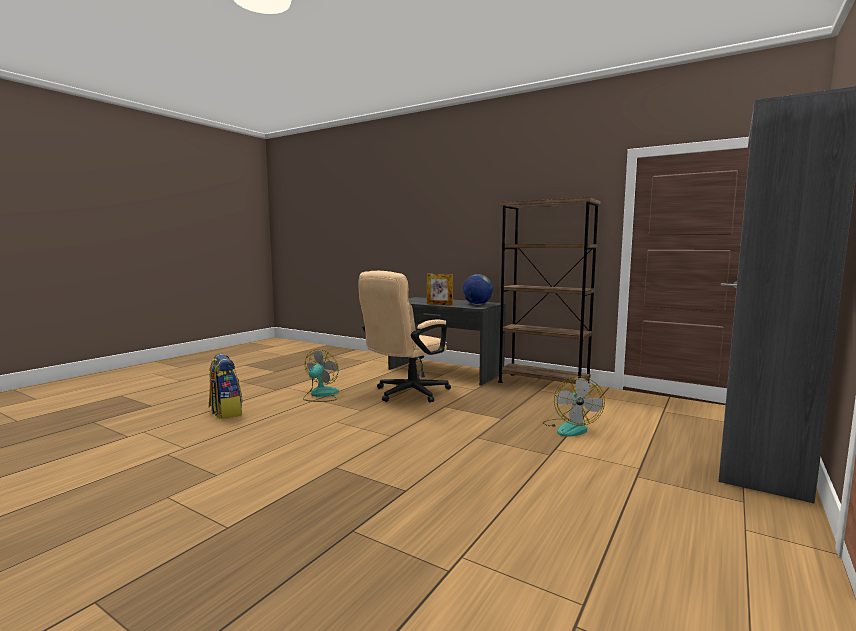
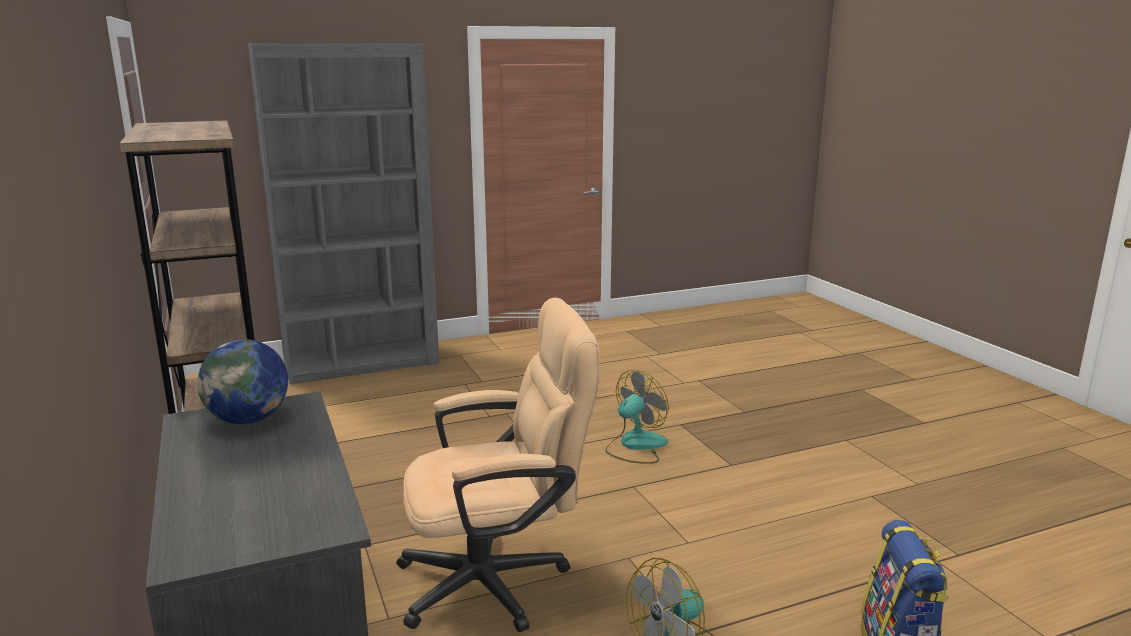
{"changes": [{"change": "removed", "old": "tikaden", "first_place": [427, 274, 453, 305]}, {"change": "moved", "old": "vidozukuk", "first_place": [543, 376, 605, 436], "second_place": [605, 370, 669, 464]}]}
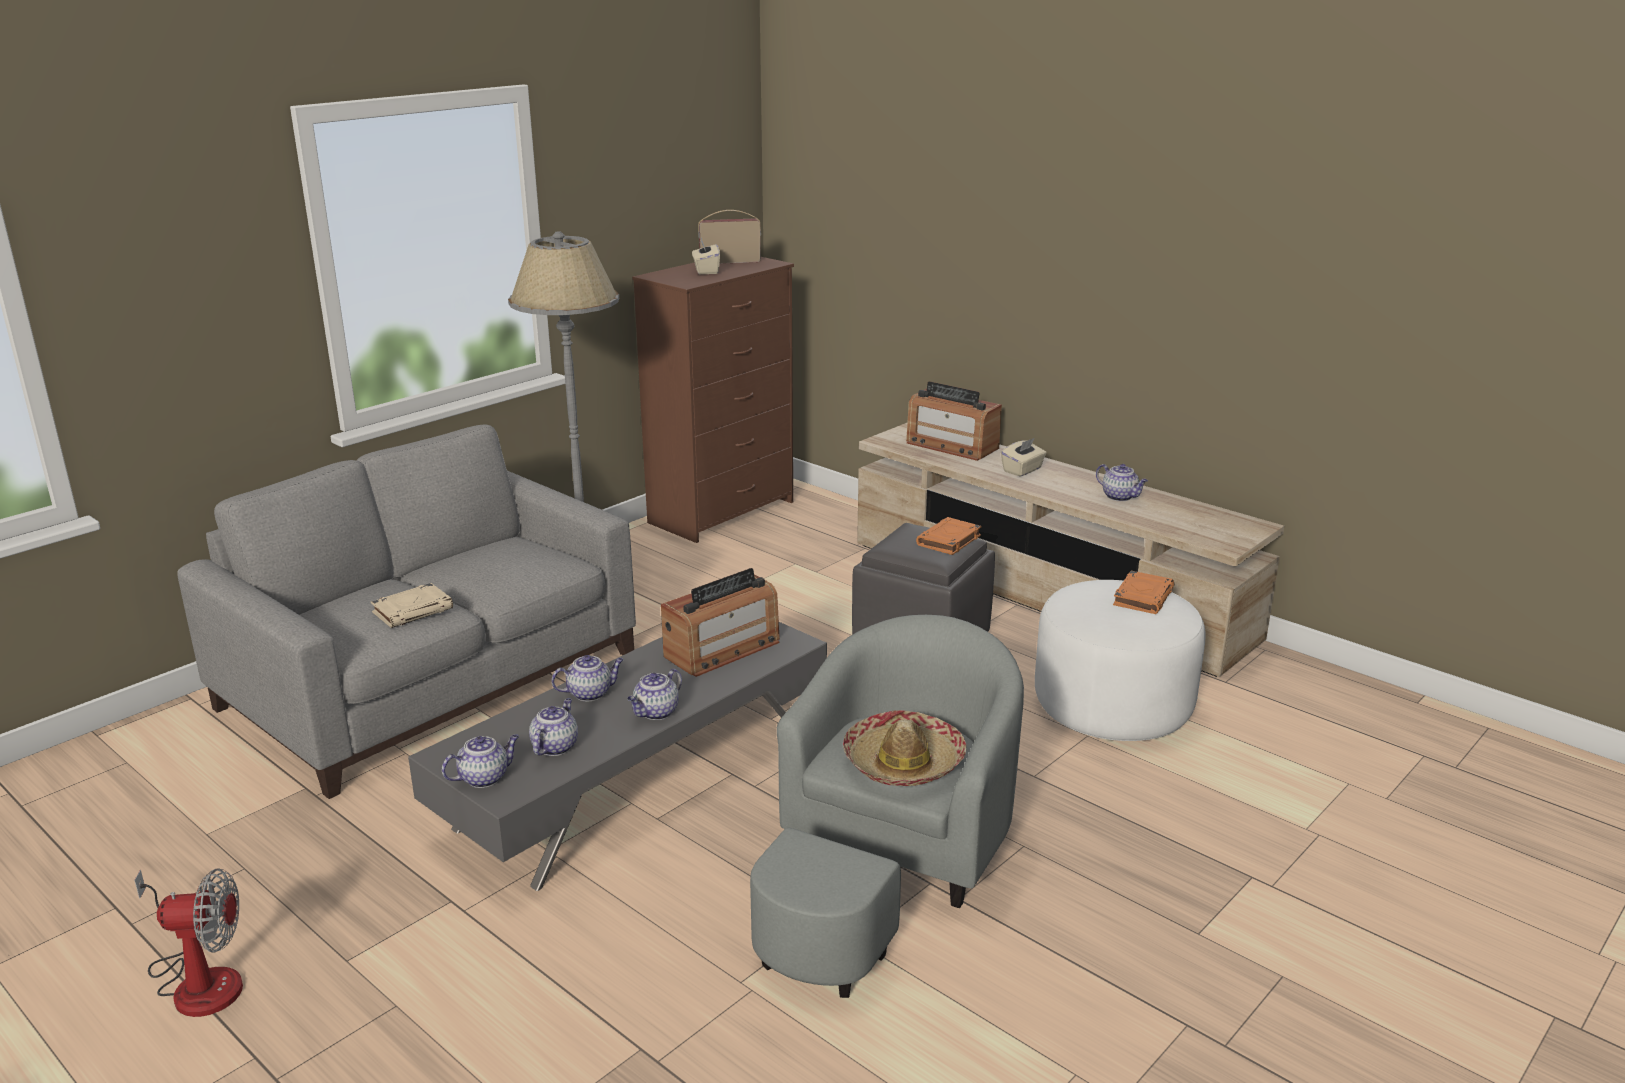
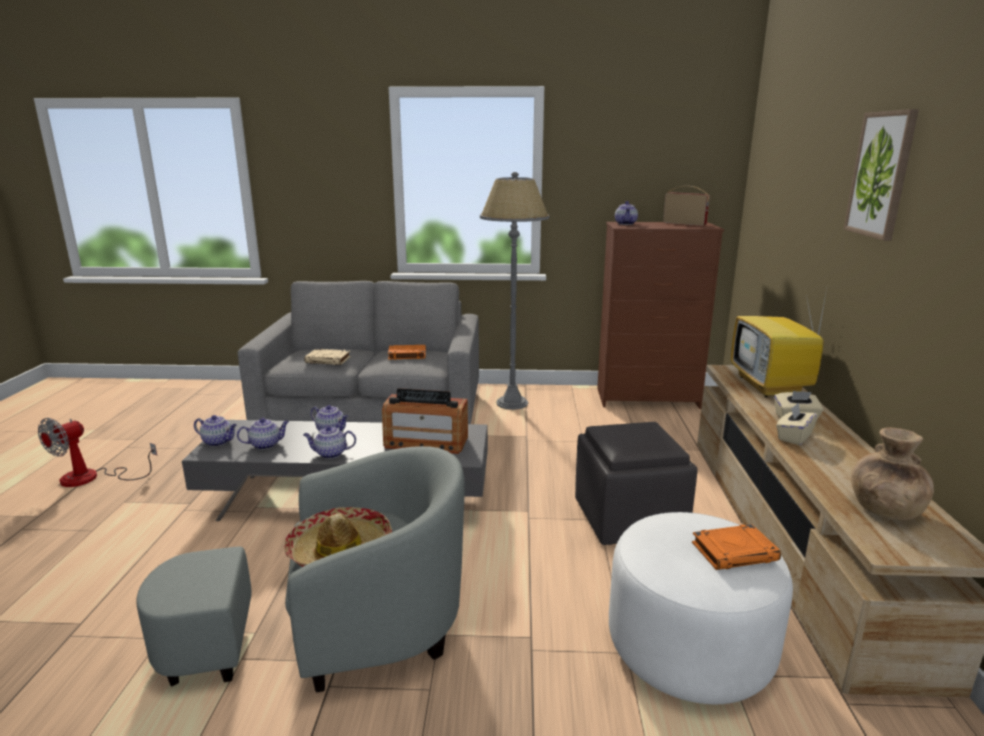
{"changes": [{"change": "added", "new": "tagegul", "second_place": [843, 109, 919, 241]}, {"change": "added", "new": "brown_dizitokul", "second_place": [851, 428, 934, 520]}, {"change": "moved", "old": "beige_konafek", "first_place": [692, 238, 720, 274], "second_place": [776, 403, 818, 445]}, {"change": "moved", "old": "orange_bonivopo", "first_place": [916, 517, 982, 555], "second_place": [388, 344, 426, 360]}, {"change": "moved", "old": "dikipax", "first_place": [1096, 464, 1148, 501], "second_place": [615, 201, 638, 225]}, {"change": "replaced", "old": "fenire", "new": "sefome", "first_place": [906, 381, 1002, 461], "second_place": [731, 289, 827, 397]}, {"change": "turned", "old": "vidozukuk", "first_place": [134, 868, 243, 1017], "second_place": [38, 418, 157, 487], "degrees": 75}]}
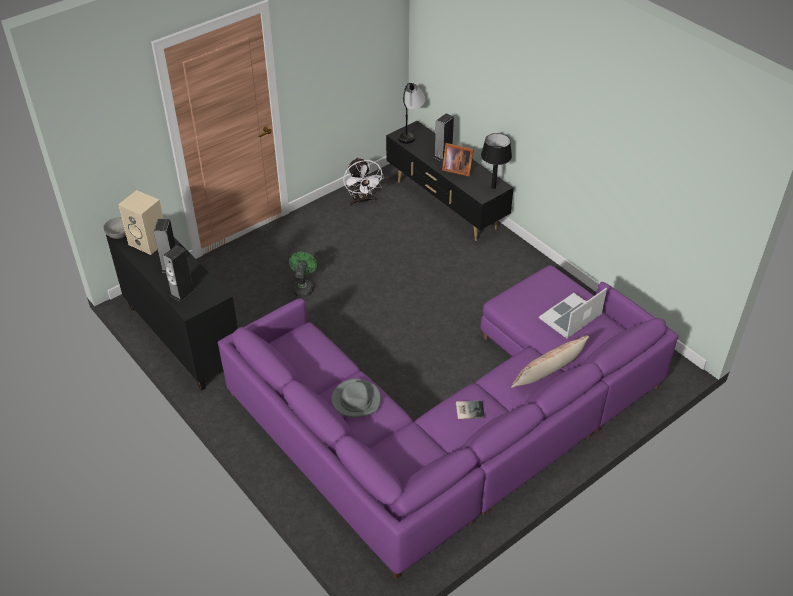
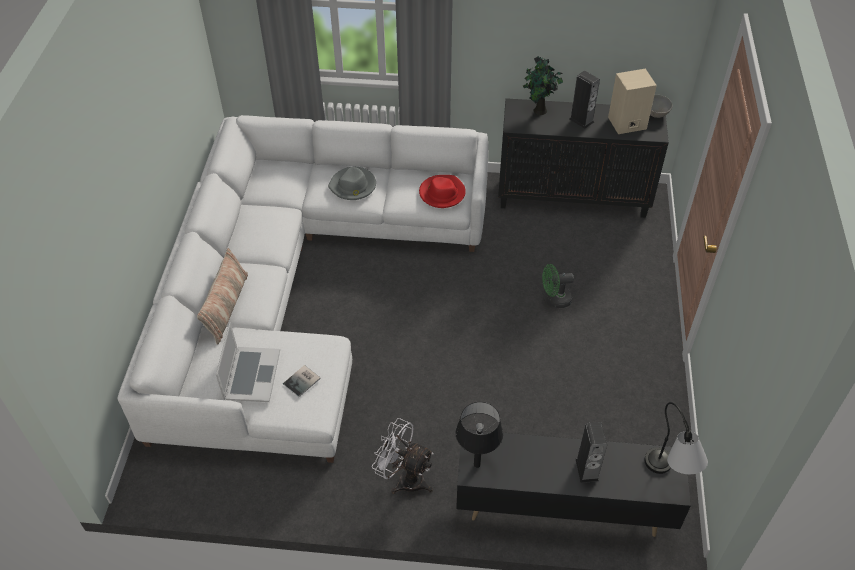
{"changes": [{"change": "removed", "old": "tikaden", "first_place": [442, 143, 474, 176]}, {"change": "added", "new": "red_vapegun", "second_place": [419, 175, 466, 208]}, {"change": "moved", "old": "white_vidozukuk", "first_place": [343, 157, 384, 206], "second_place": [372, 418, 434, 494]}, {"change": "moved", "old": "bonivopo", "first_place": [456, 401, 485, 419], "second_place": [283, 365, 321, 397]}, {"change": "replaced", "old": "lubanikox", "new": "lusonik", "first_place": [163, 245, 195, 302], "second_place": [523, 56, 563, 115]}, {"change": "recoloured", "old": "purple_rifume", "new": "white_rifume", "first_place": [218, 265, 679, 579], "second_place": [118, 115, 488, 463]}, {"change": "turned", "old": "green_vidozukuk", "first_place": [289, 252, 317, 297], "second_place": [542, 264, 574, 308], "degrees": 120}]}
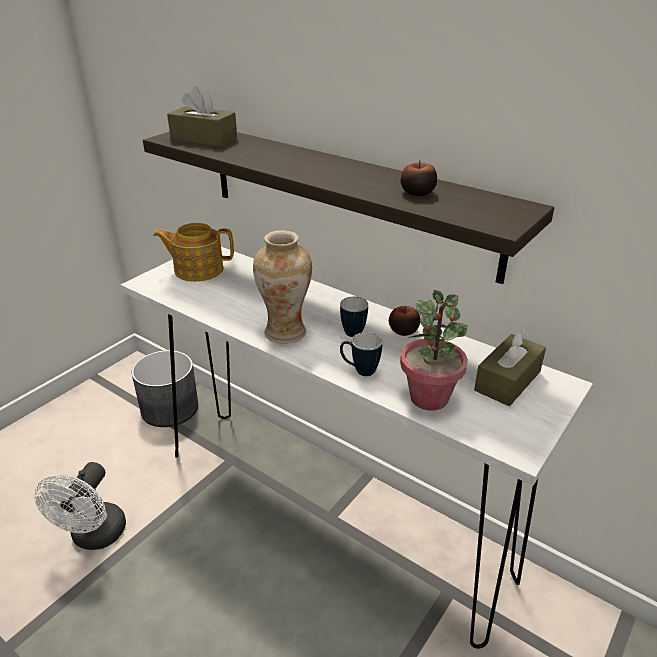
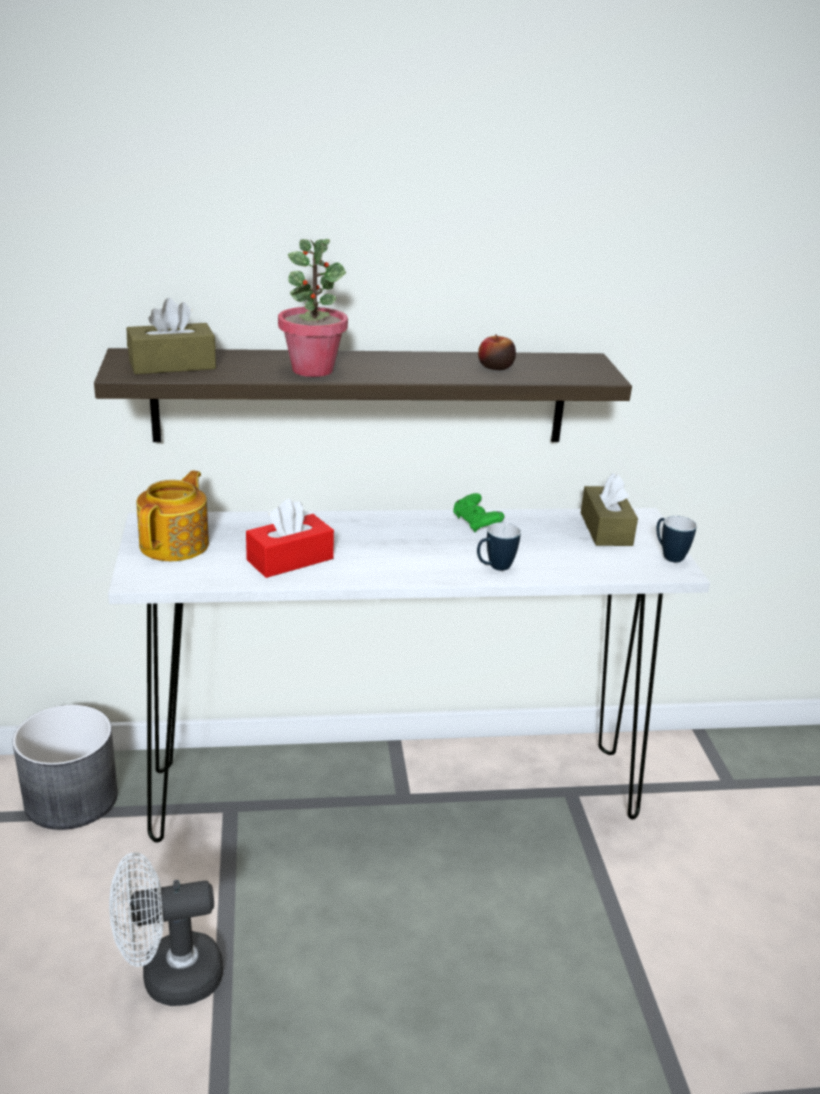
{"changes": [{"change": "removed", "old": "dizitokul", "first_place": [253, 231, 312, 344]}, {"change": "added", "new": "red_konafek", "second_place": [246, 499, 334, 578]}, {"change": "moved", "old": "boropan", "first_place": [340, 297, 368, 337], "second_place": [657, 516, 697, 562]}, {"change": "moved", "old": "lusonik", "first_place": [400, 290, 468, 411], "second_place": [278, 239, 348, 377]}, {"change": "replaced", "old": "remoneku", "new": "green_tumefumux", "first_place": [389, 306, 420, 336], "second_place": [453, 493, 505, 532]}, {"change": "turned", "old": "white_vidozukuk", "first_place": [35, 462, 126, 550], "second_place": [109, 852, 223, 1006], "degrees": 105}, {"change": "turned", "old": "dikipax", "first_place": [153, 223, 234, 282], "second_place": [136, 470, 209, 561], "degrees": 150}]}
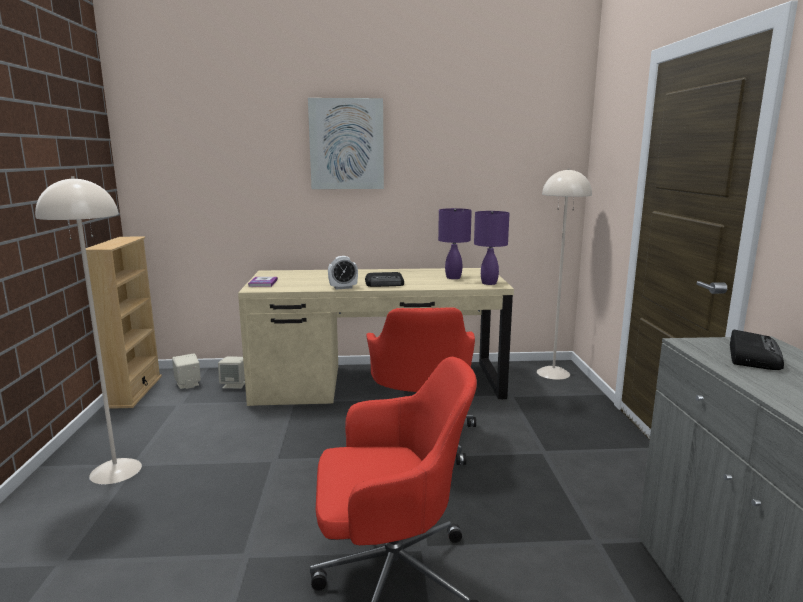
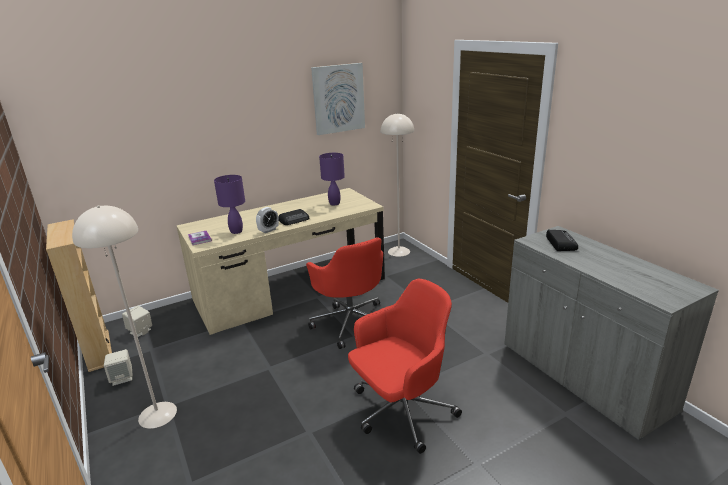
{"changes": [{"change": "moved", "old": "beige_lubanikox", "first_place": [218, 357, 245, 389], "second_place": [104, 349, 132, 386]}, {"change": "moved", "old": "tagegul", "first_place": [308, 98, 384, 189], "second_place": [311, 63, 365, 135]}, {"change": "moved", "old": "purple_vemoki", "first_place": [474, 211, 510, 285], "second_place": [214, 175, 245, 234]}]}
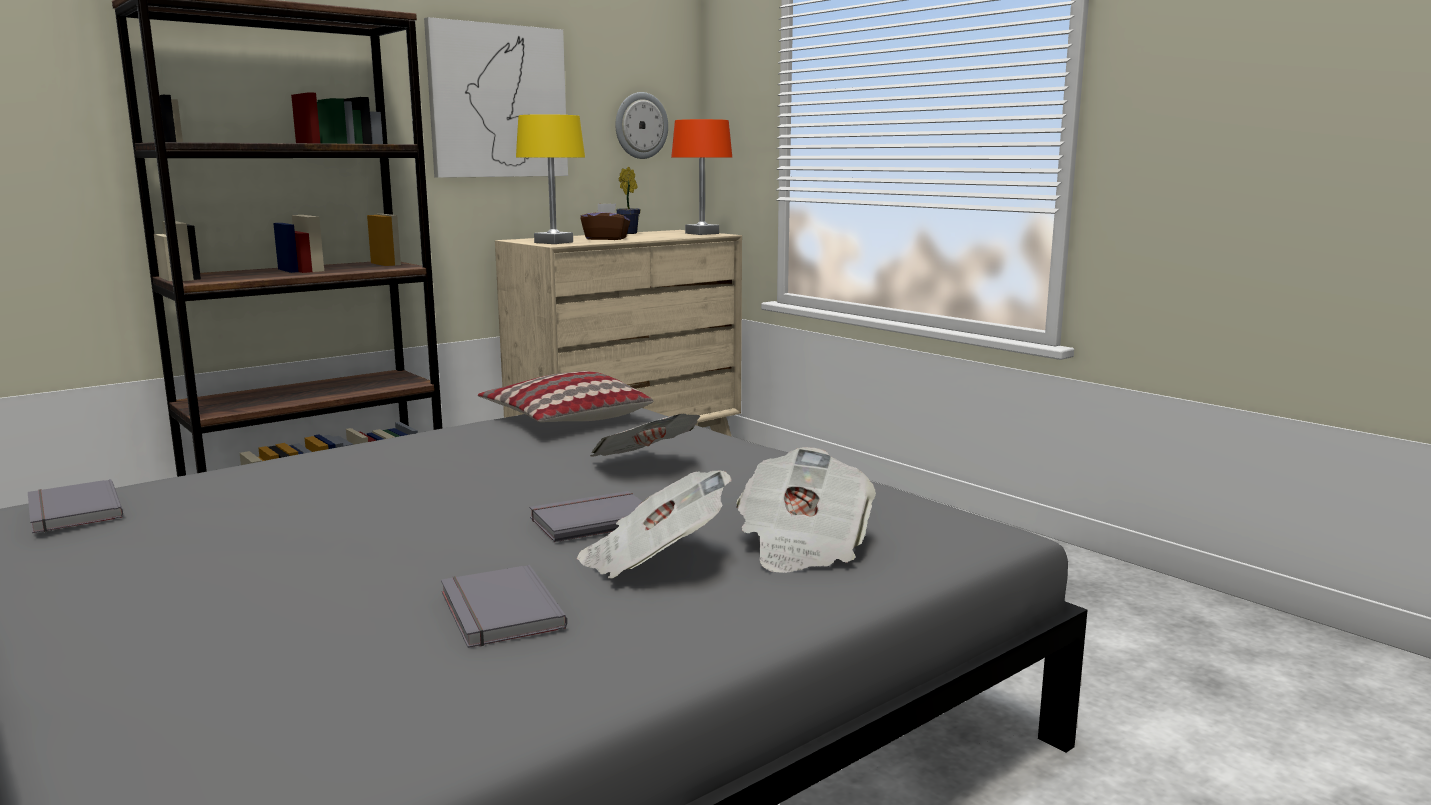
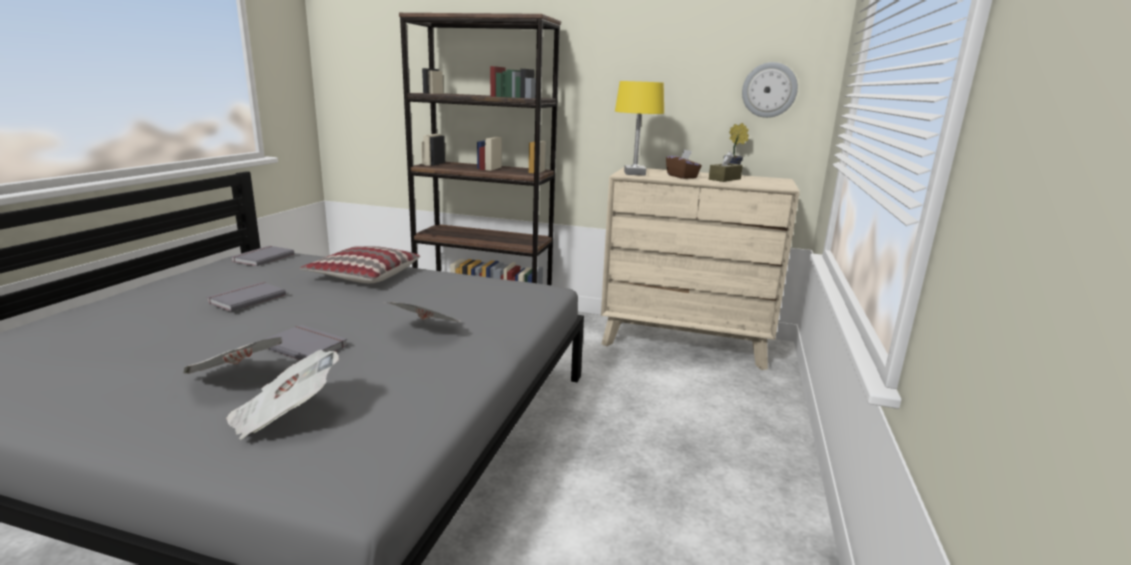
{"changes": [{"change": "removed", "old": "tagegul", "first_place": [424, 17, 568, 178]}, {"change": "removed", "old": "orange_vemoki", "first_place": [671, 119, 732, 235]}, {"change": "added", "new": "brown_konafek", "second_place": [709, 151, 743, 182]}, {"change": "moved", "old": "grey_bonivopo", "first_place": [441, 565, 567, 648], "second_place": [207, 282, 286, 312]}, {"change": "moved", "old": "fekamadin", "first_place": [478, 371, 653, 422], "second_place": [300, 246, 420, 283]}]}
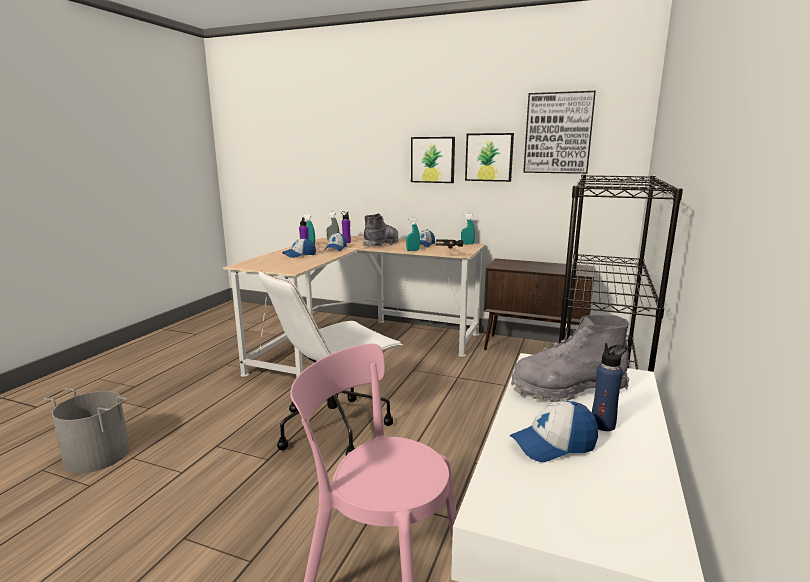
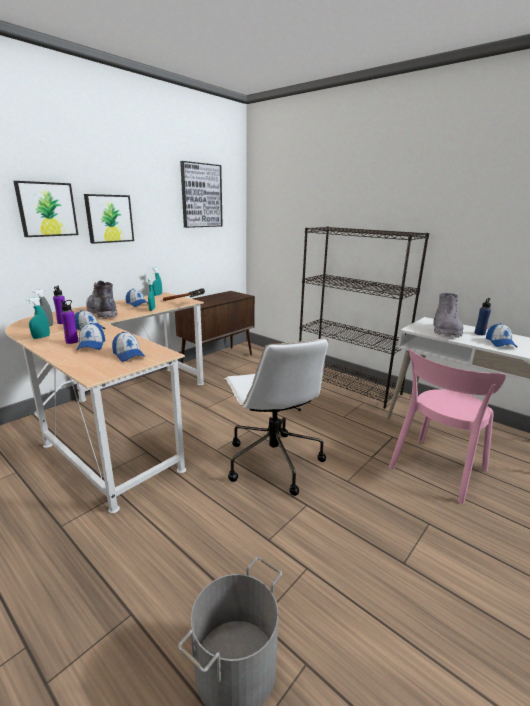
{"changes": [{"change": "added", "new": "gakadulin", "second_place": [112, 332, 146, 362]}, {"change": "moved", "old": "tagegul", "first_place": [465, 133, 514, 182], "second_place": [14, 181, 78, 237]}]}
